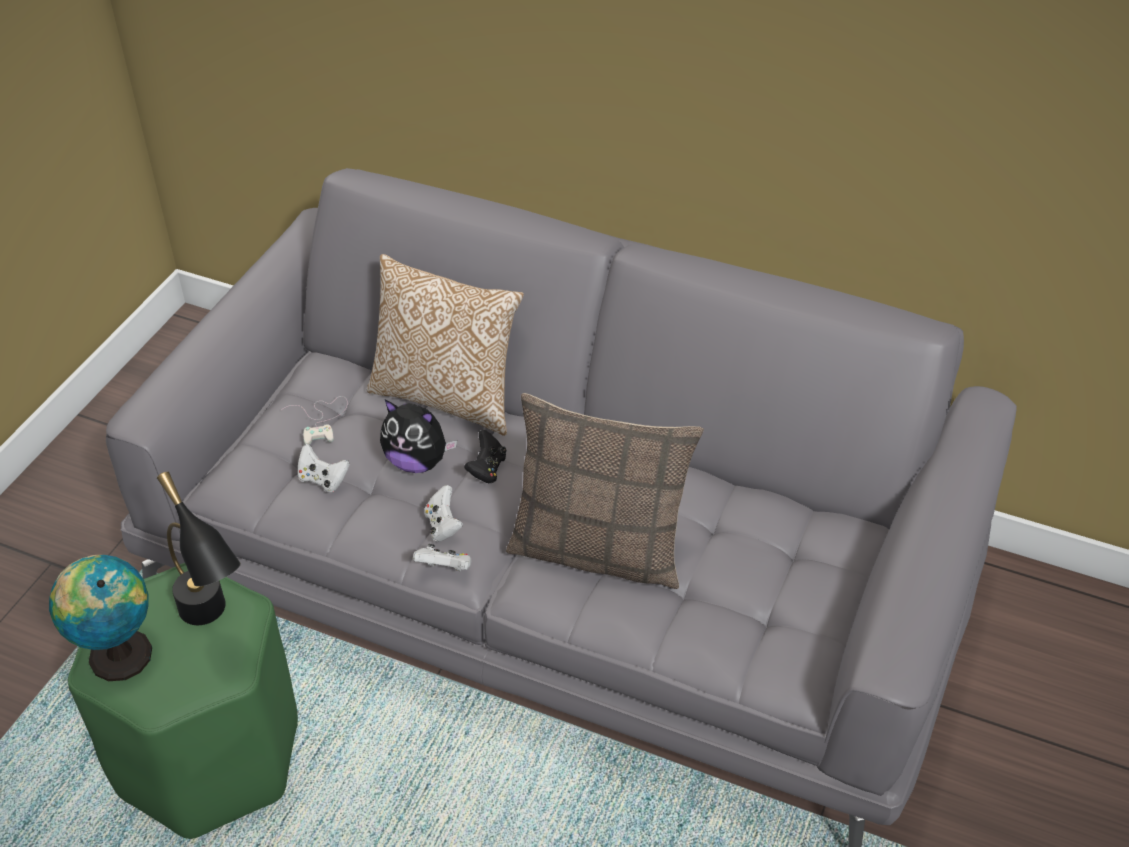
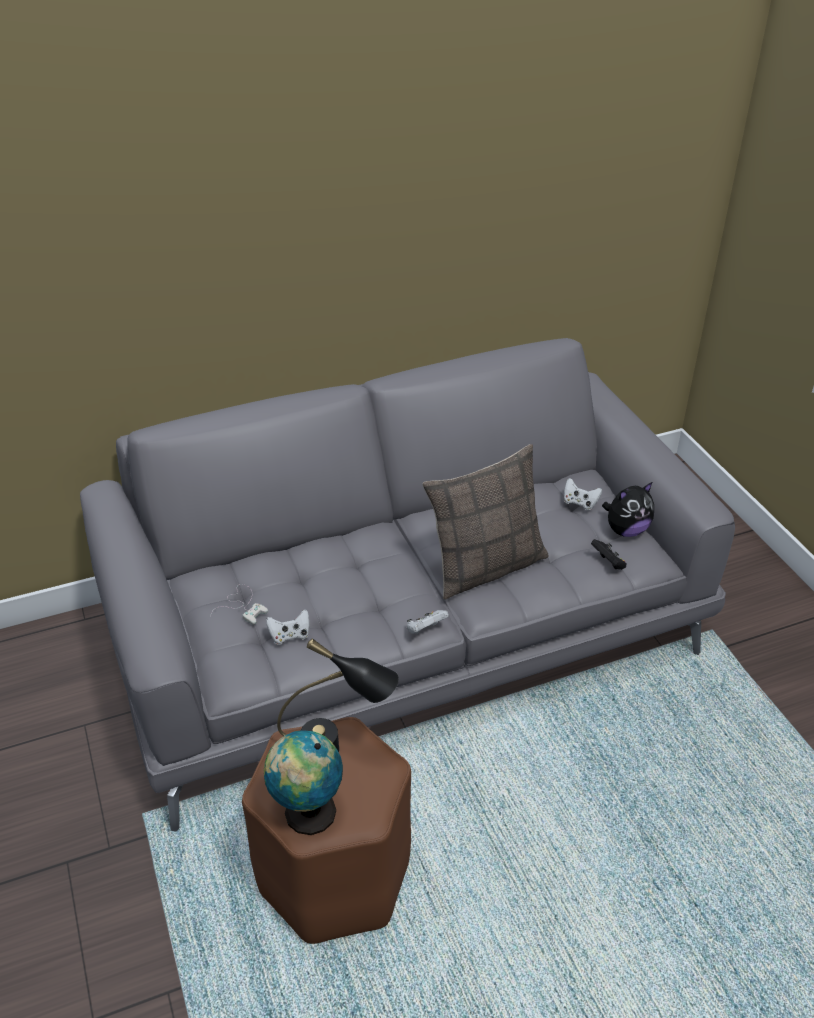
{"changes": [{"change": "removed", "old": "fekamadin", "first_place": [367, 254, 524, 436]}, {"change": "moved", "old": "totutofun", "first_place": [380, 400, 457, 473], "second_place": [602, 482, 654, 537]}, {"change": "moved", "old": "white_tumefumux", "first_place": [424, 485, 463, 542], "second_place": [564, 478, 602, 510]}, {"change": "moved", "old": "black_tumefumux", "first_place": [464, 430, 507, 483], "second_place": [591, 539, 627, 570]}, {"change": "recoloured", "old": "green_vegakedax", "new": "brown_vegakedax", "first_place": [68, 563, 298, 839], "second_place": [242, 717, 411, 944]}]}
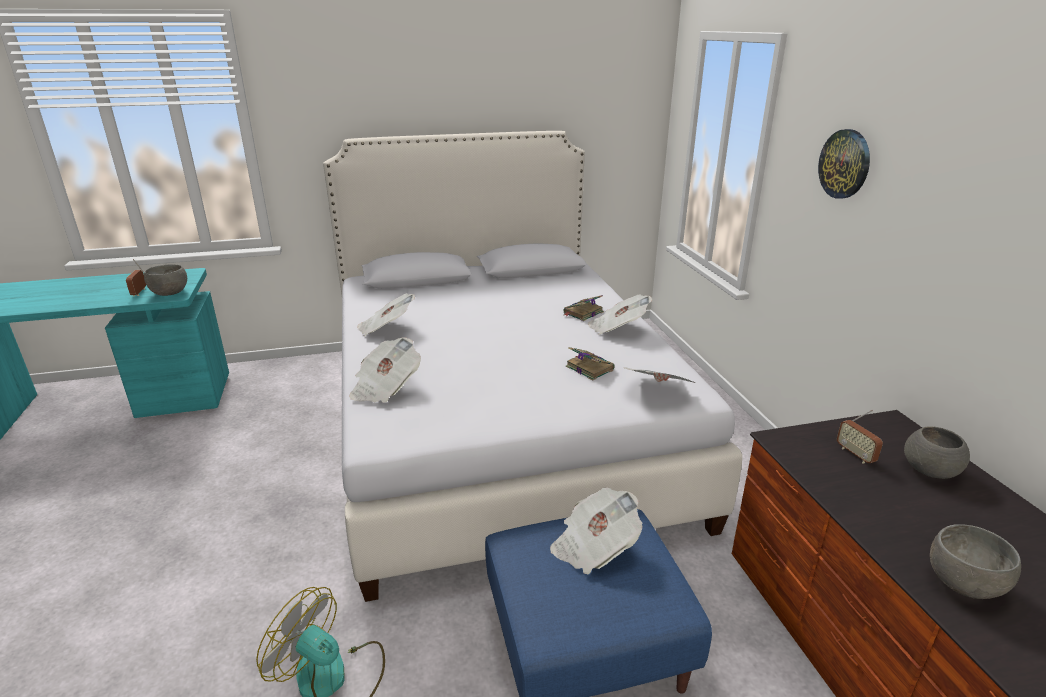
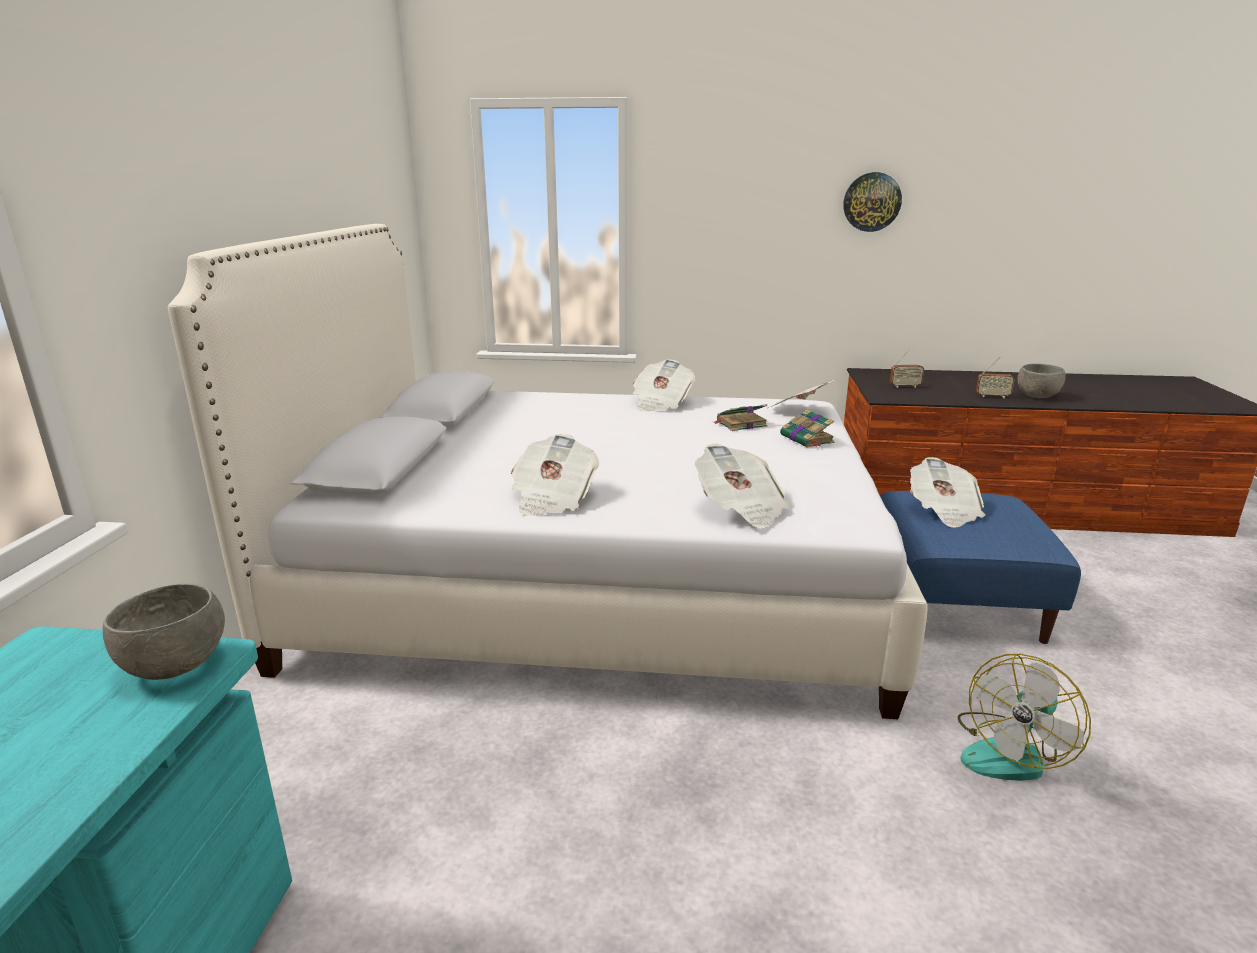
{"changes": [{"change": "removed", "old": "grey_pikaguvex", "first_place": [904, 426, 970, 479]}, {"change": "moved", "old": "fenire", "first_place": [126, 259, 146, 296], "second_place": [976, 357, 1015, 398]}, {"change": "moved", "old": "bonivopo", "first_place": [563, 295, 604, 321], "second_place": [780, 409, 835, 447]}, {"change": "moved", "old": "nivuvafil", "first_place": [818, 129, 870, 199], "second_place": [843, 172, 902, 232]}]}
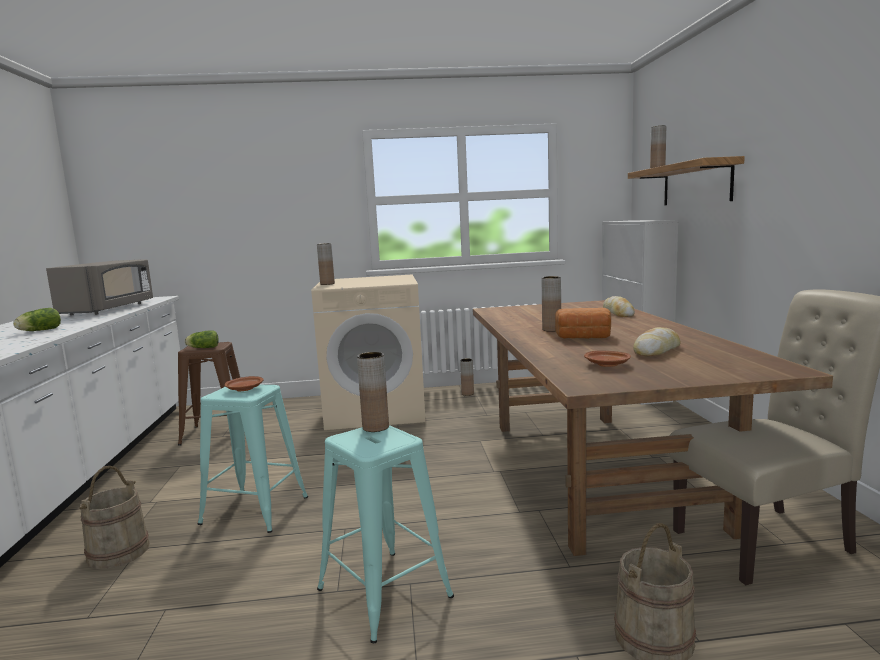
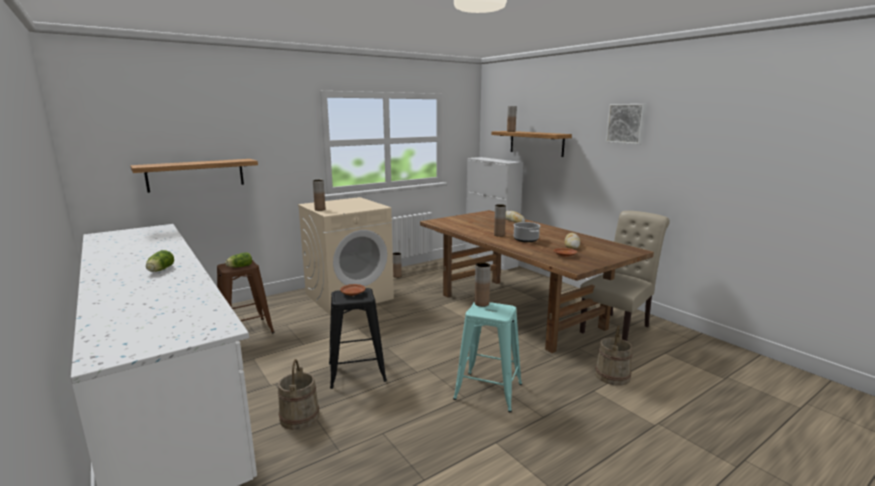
{"changes": [{"change": "removed", "old": "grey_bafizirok", "first_place": [46, 259, 153, 316]}, {"change": "added", "new": "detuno", "second_place": [130, 159, 258, 193]}, {"change": "added", "new": "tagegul", "second_place": [606, 104, 646, 144]}, {"change": "replaced", "old": "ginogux", "new": "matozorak", "first_place": [555, 308, 611, 339], "second_place": [513, 222, 540, 242]}, {"change": "recoloured", "old": "turquoise_vegakedax", "new": "black_vegakedax", "first_place": [198, 384, 308, 533], "second_place": [329, 288, 387, 389]}]}
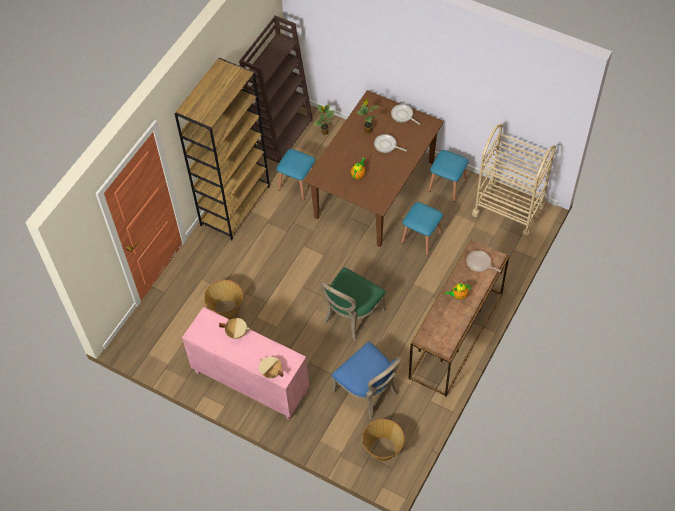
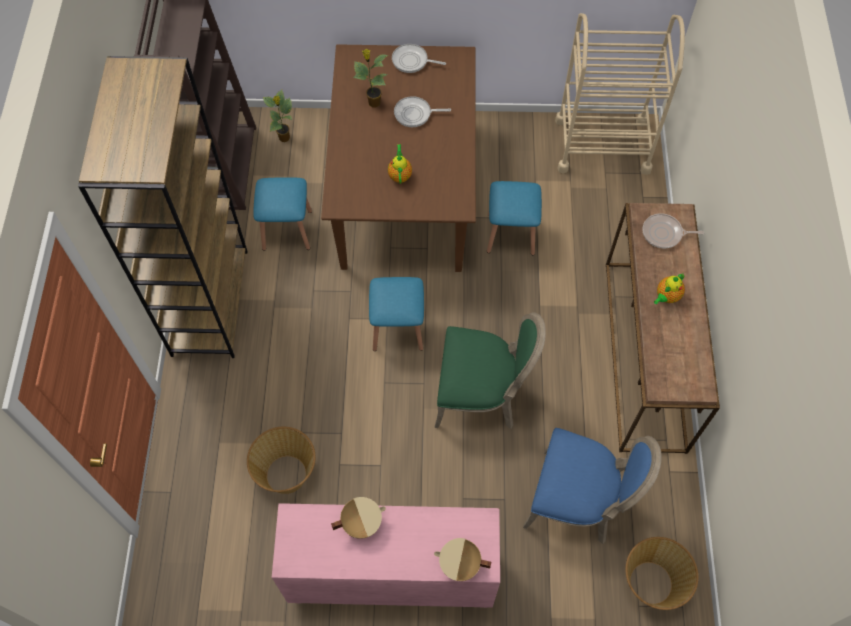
{"changes": [{"change": "moved", "old": "blue_vegakedax", "first_place": [428, 150, 468, 202], "second_place": [369, 277, 424, 351]}, {"change": "turned", "old": "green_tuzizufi", "first_place": [319, 267, 386, 341], "second_place": [435, 312, 546, 429], "degrees": -90}]}
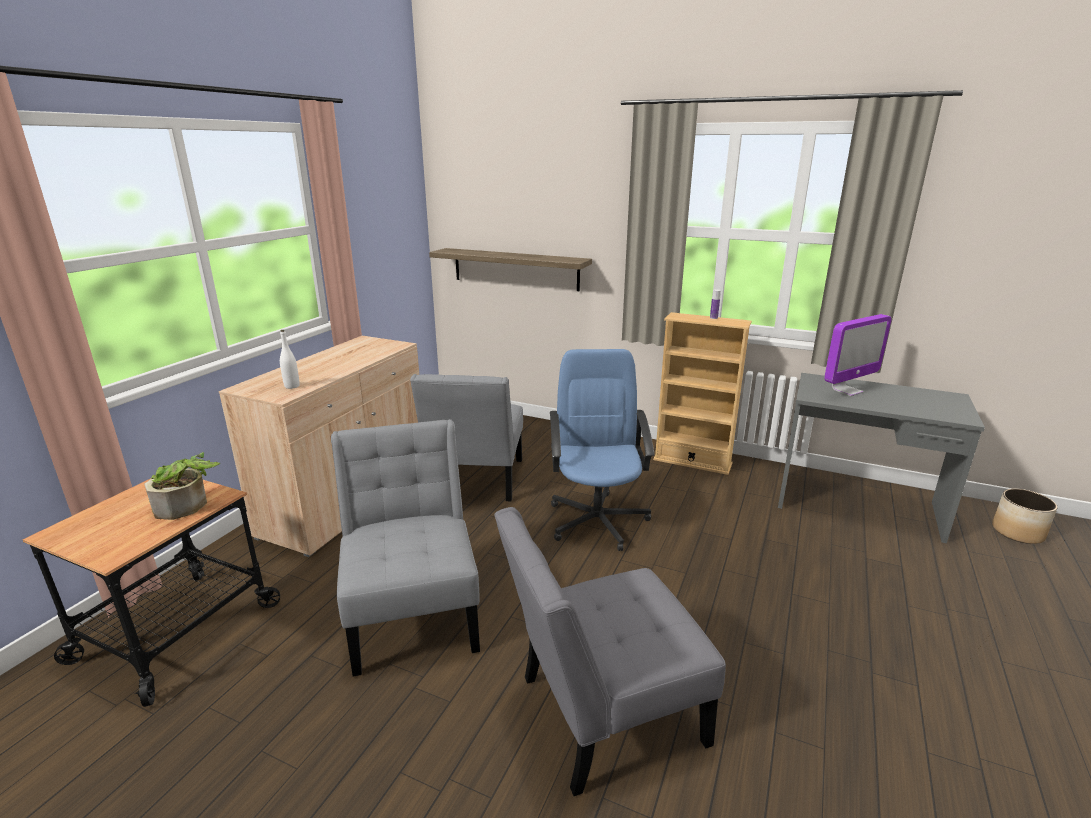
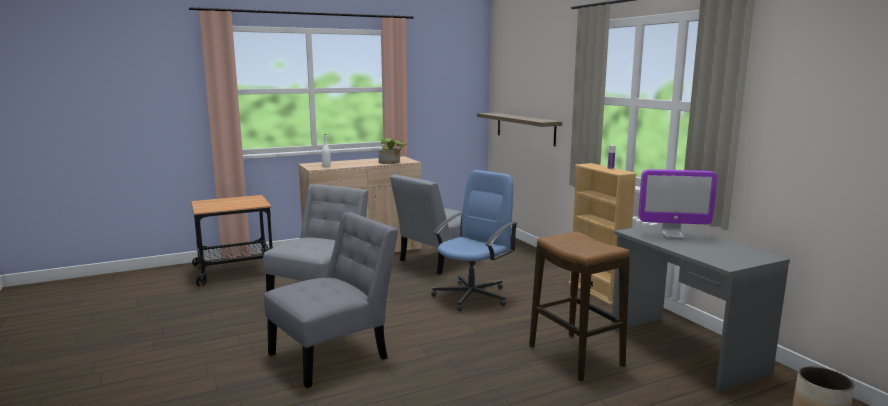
{"changes": [{"change": "added", "new": "vegakedax", "second_place": [529, 232, 630, 381]}, {"change": "moved", "old": "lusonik", "first_place": [144, 452, 220, 520], "second_place": [379, 138, 406, 164]}, {"change": "turned", "old": "grey_tuzizufi", "first_place": [494, 507, 726, 796], "second_place": [264, 212, 398, 388], "degrees": 120}]}
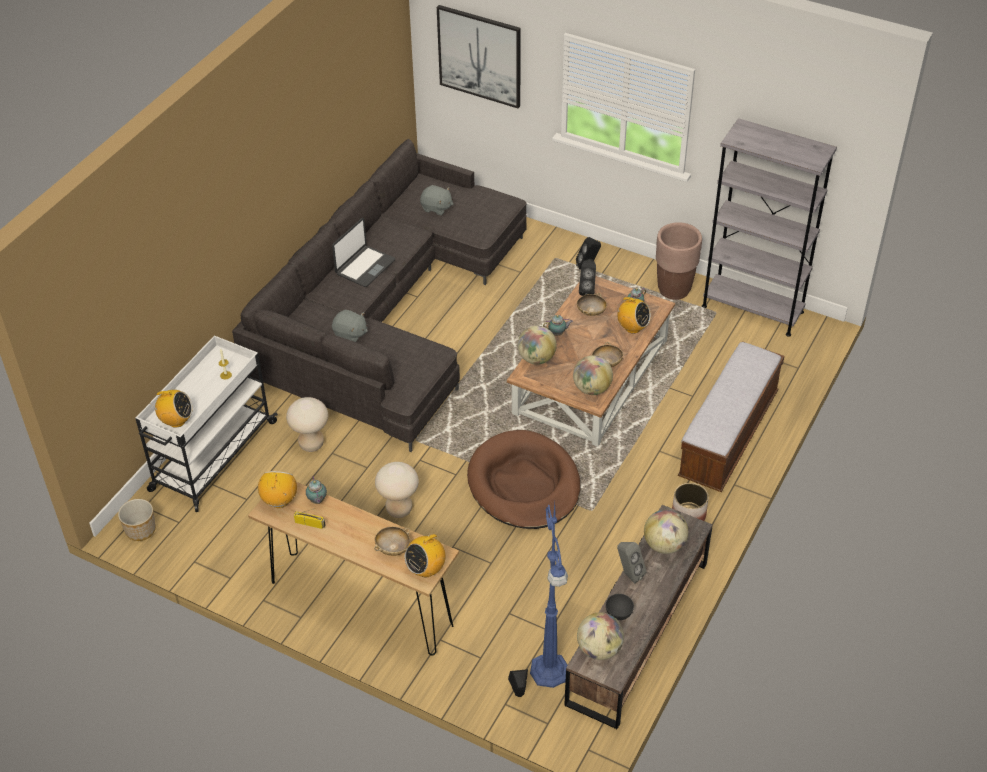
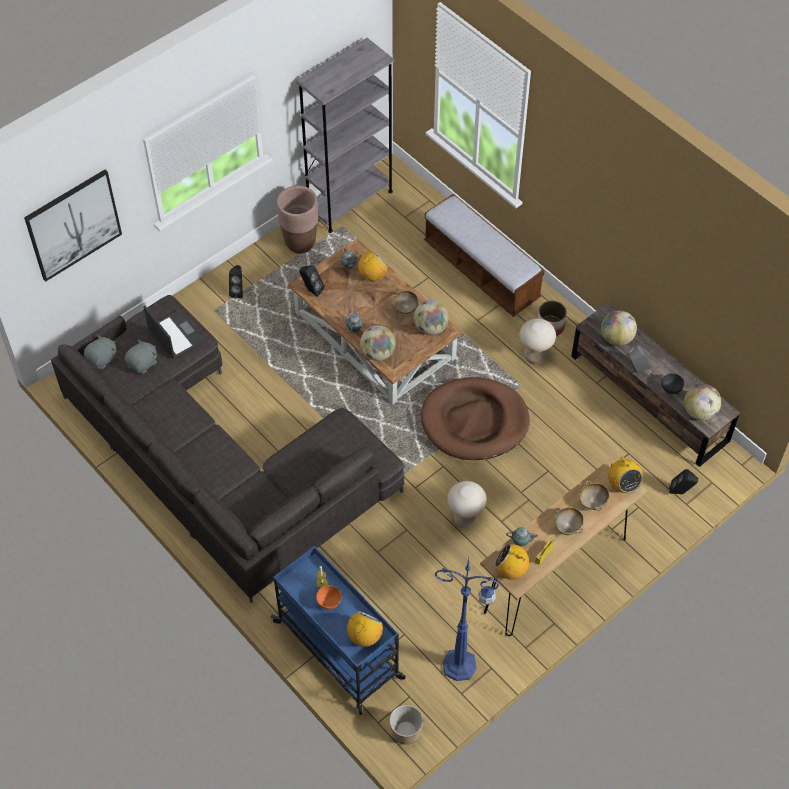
{"changes": [{"change": "added", "new": "orange_pikaguvex", "second_place": [316, 585, 341, 610]}, {"change": "moved", "old": "beige_vegakedax", "first_place": [286, 397, 328, 452], "second_place": [519, 318, 556, 364]}, {"change": "moved", "old": "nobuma", "first_place": [332, 218, 395, 287], "second_place": [144, 305, 204, 358]}, {"change": "moved", "old": "grey_totutofun", "first_place": [332, 310, 368, 342], "second_place": [84, 335, 116, 369]}, {"change": "moved", "old": "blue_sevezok", "first_place": [530, 504, 568, 688], "second_place": [435, 558, 499, 681]}, {"change": "moved", "old": "beige_pikaguvex", "first_place": [577, 293, 607, 316], "second_place": [554, 507, 584, 535]}, {"change": "recoloured", "old": "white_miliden", "new": "blue_miliden", "first_place": [135, 335, 278, 512], "second_place": [271, 546, 406, 715]}]}
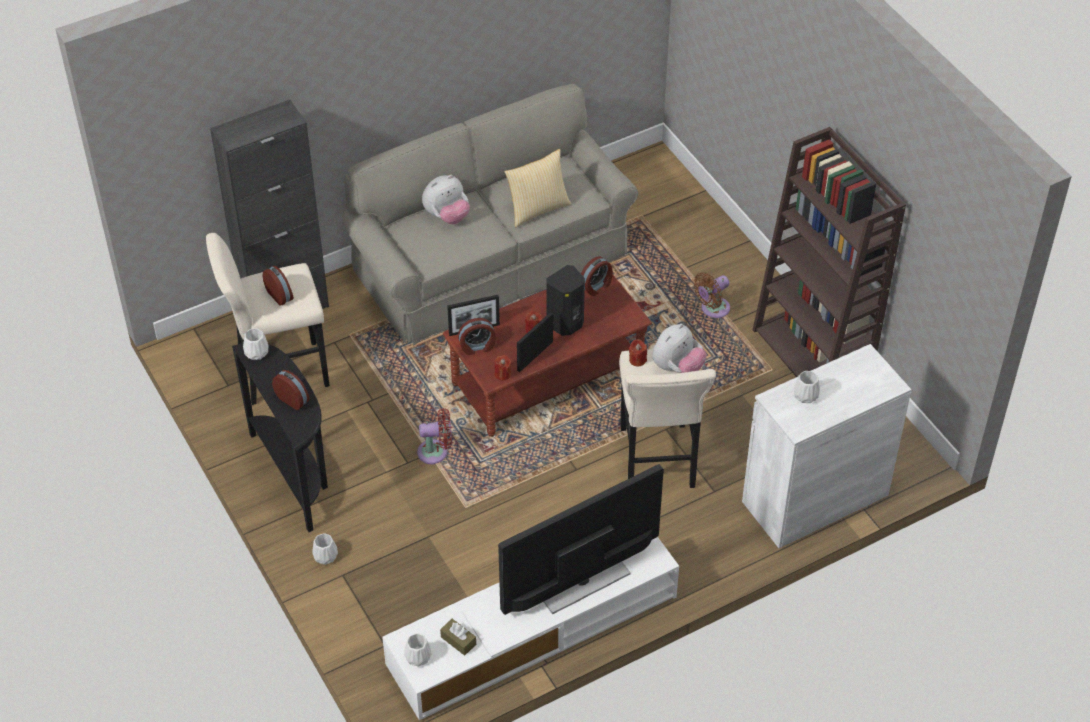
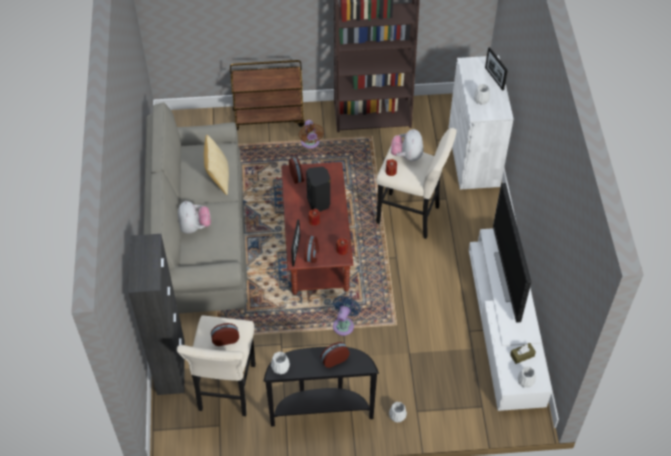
{"changes": [{"change": "added", "new": "brown_miliden", "second_place": [230, 60, 305, 130]}, {"change": "moved", "old": "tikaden", "first_place": [517, 312, 553, 372], "second_place": [485, 47, 508, 91]}, {"change": "recoloured", "old": "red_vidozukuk", "new": "blue_vidozukuk", "first_place": [417, 408, 452, 464], "second_place": [333, 296, 361, 336]}, {"change": "turned", "old": "totutofun", "first_place": [652, 324, 707, 373], "second_place": [391, 129, 423, 161], "degrees": -150}]}
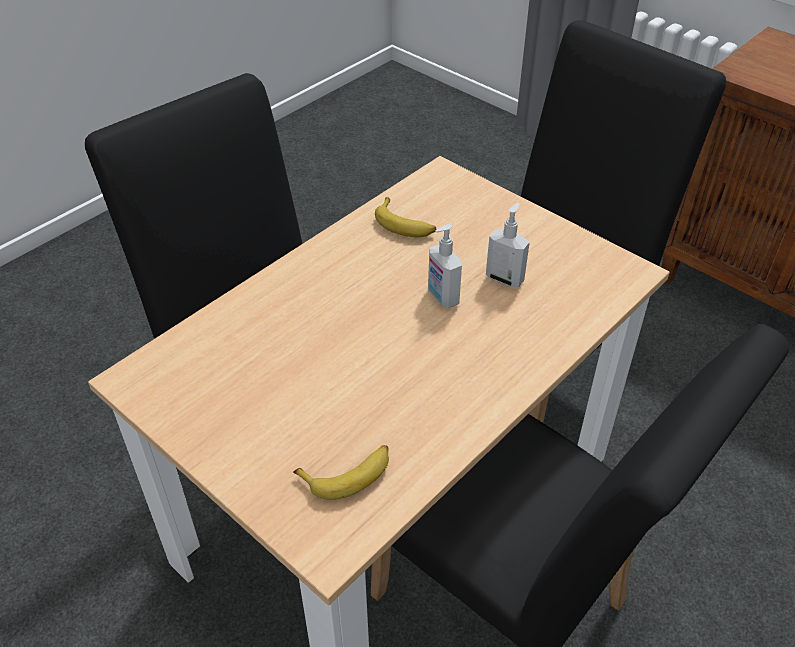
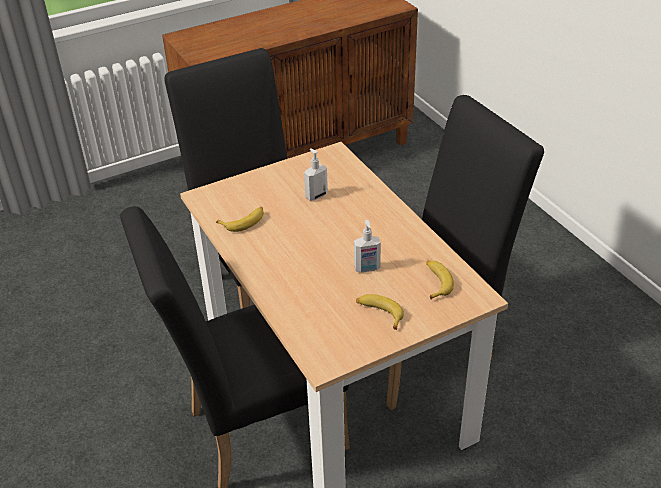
{"changes": [{"change": "added", "new": "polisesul", "second_place": [356, 294, 404, 330]}, {"change": "moved", "old": "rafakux", "first_place": [428, 224, 462, 308], "second_place": [354, 220, 381, 273]}]}
